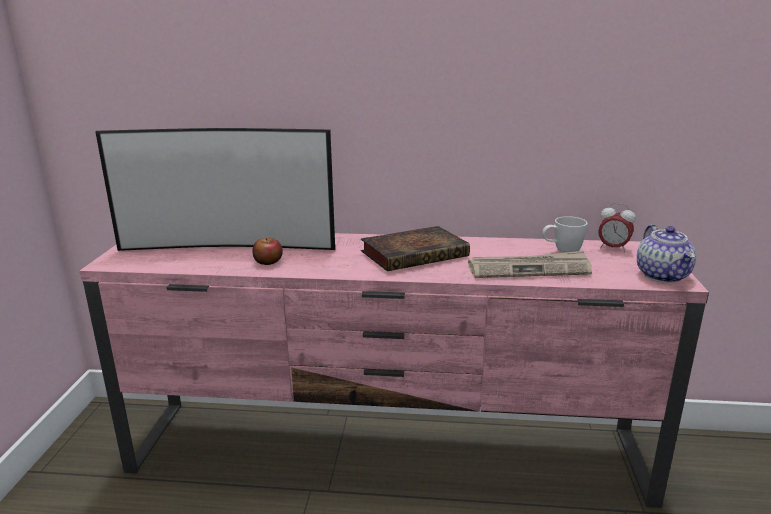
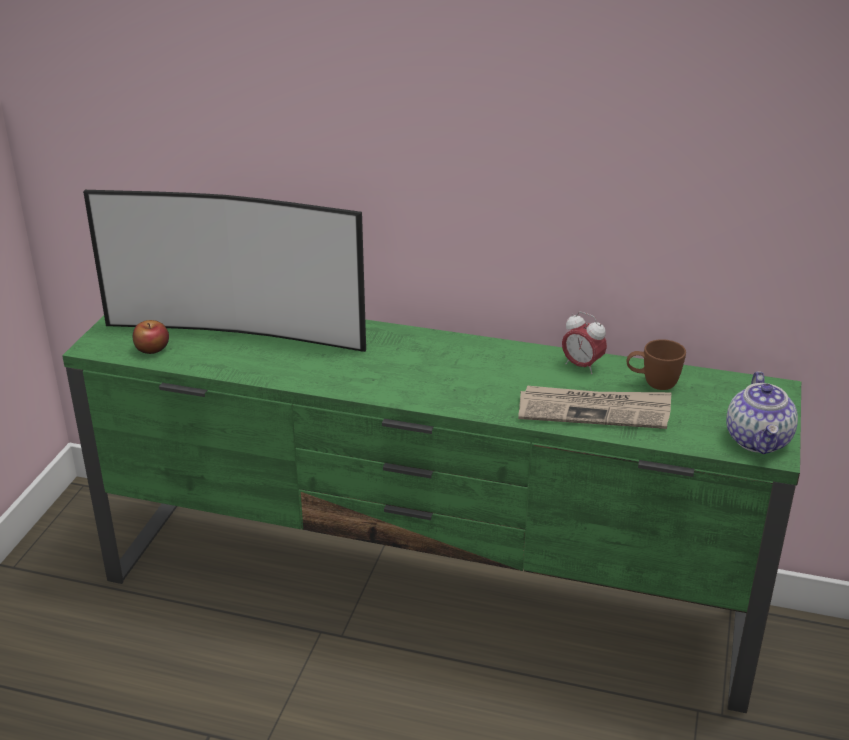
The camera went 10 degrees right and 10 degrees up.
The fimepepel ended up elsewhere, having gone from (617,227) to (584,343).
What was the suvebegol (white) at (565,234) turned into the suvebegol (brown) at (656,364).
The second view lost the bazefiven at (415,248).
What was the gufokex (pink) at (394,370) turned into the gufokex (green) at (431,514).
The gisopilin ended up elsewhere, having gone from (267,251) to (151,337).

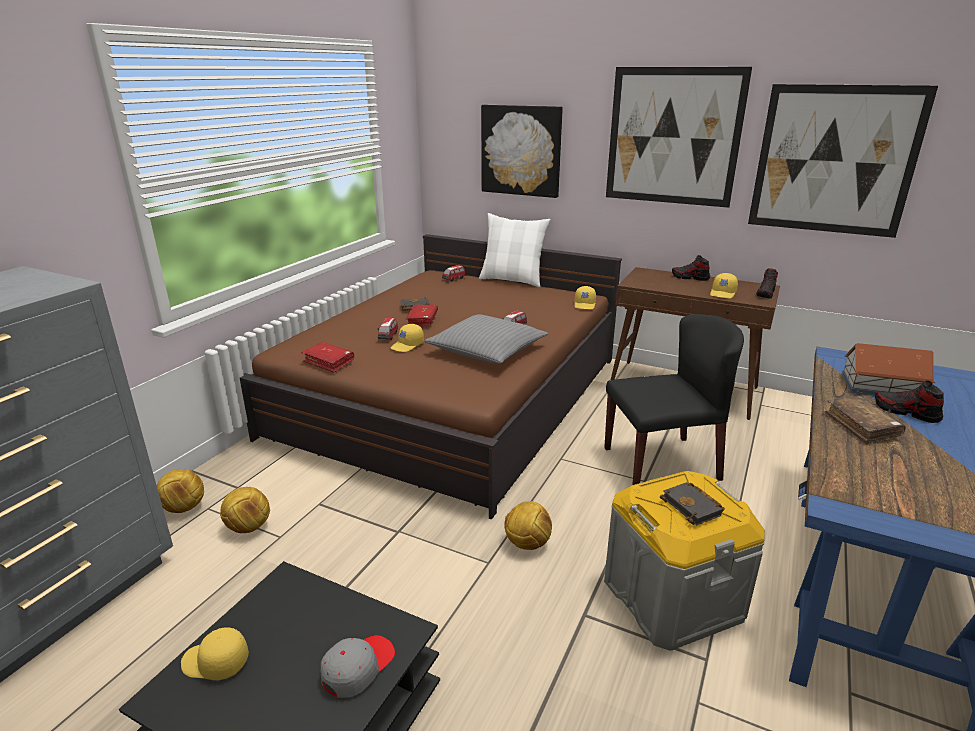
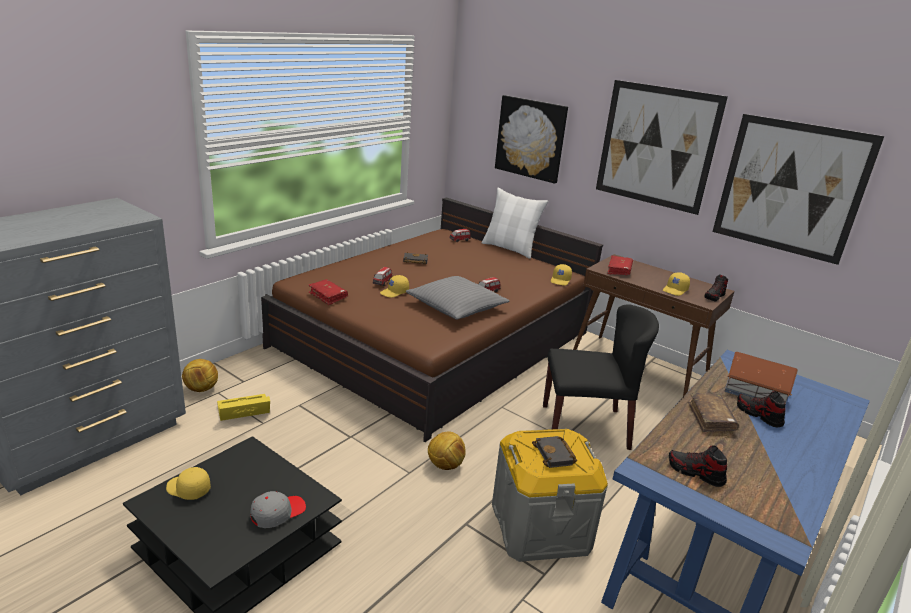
The camera went 10 degrees right and 0 degrees up.
The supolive ended up elsewhere, having gone from (691,268) to (698,466).
The bazefiven (red) ended up elsewhere, having gone from (421,315) to (620,265).
Where the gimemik stood at (245,510), the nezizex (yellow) came to stand at (243,407).

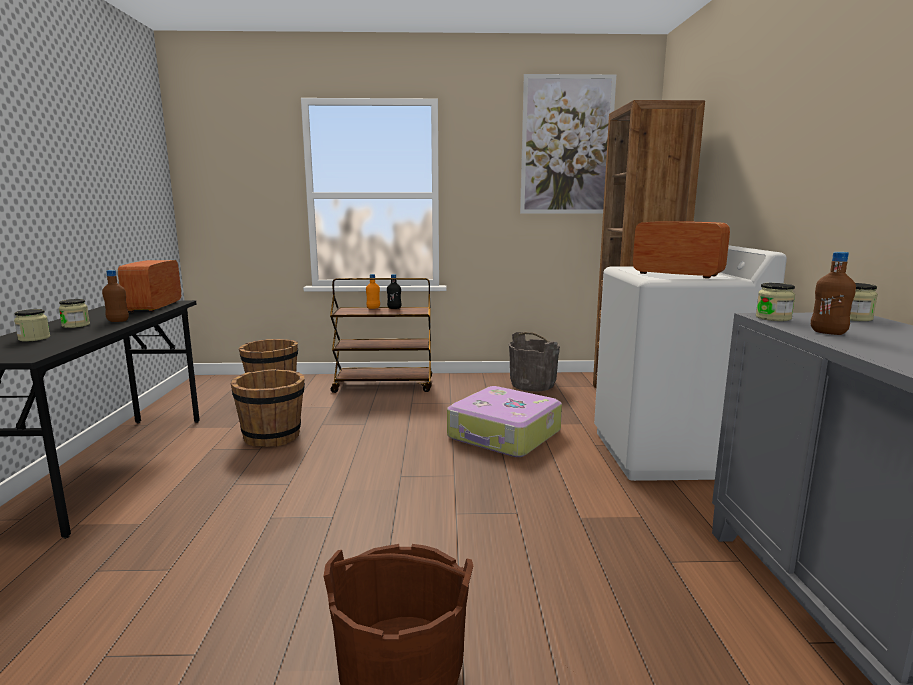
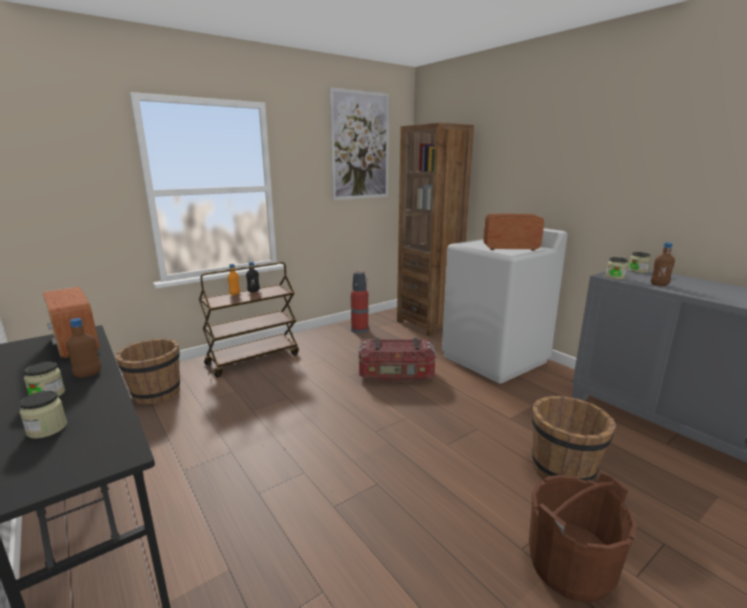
The camera went 35 degrees left and 5 degrees up.
Where the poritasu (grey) stood at (534,362), the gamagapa came to stand at (360,302).
The poritasu (brown) ended up elsewhere, having gone from (268,408) to (574,438).
Where the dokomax stood at (504,421), the nezizex came to stand at (397,360).

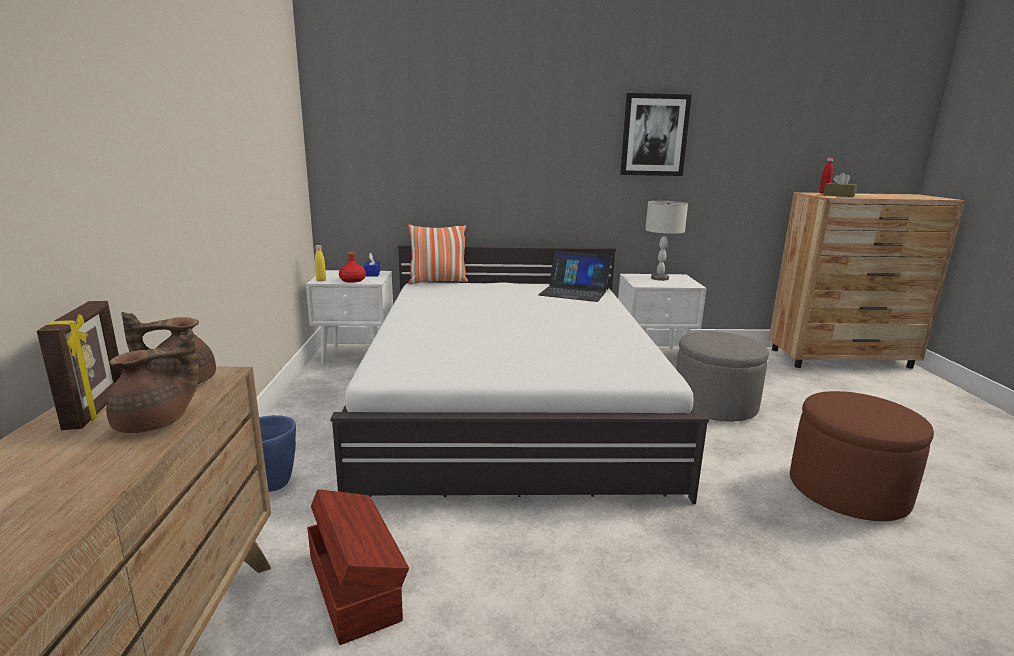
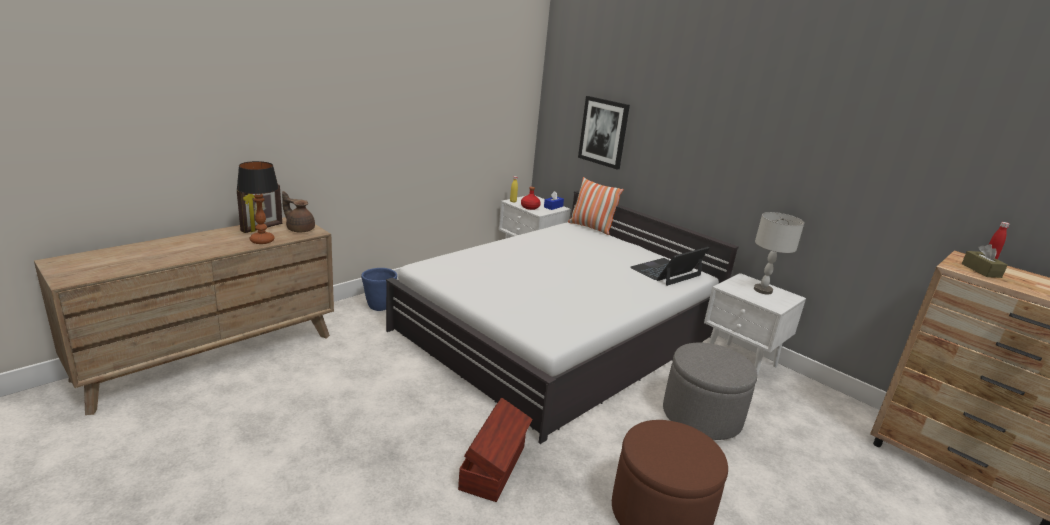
The camera went 45 degrees right and 5 degrees up.
The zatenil ended up elsewhere, having gone from (656,134) to (604,133).
The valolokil at (574,276) ended up facing another way, 75 degrees clockwise from before.
Where the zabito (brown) stood at (152,381), the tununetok came to stand at (258,202).
The nezizex (brown) ended up elsewhere, having gone from (358,567) to (495,450).

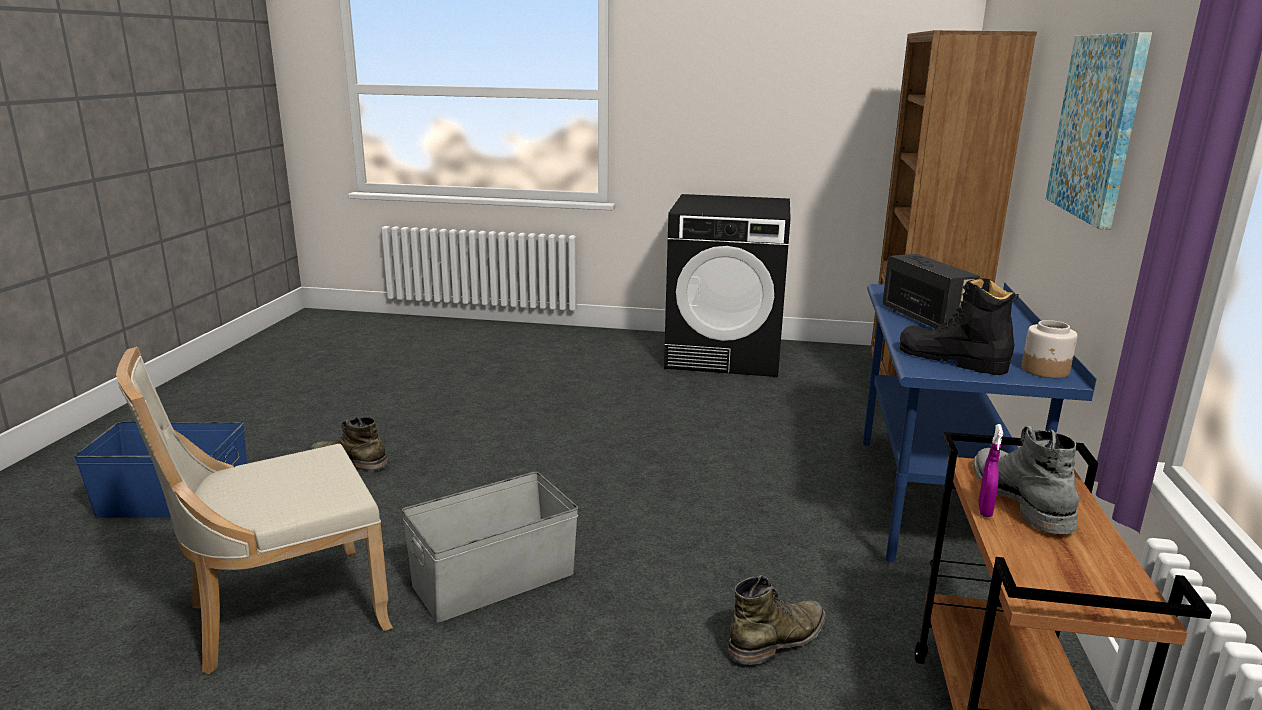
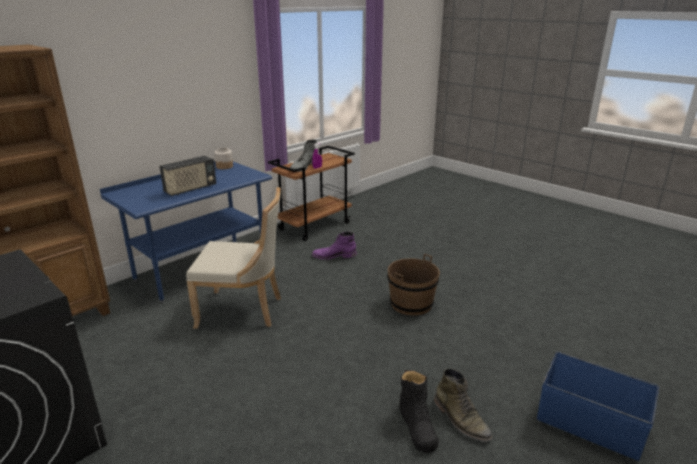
The camera went 145 degrees left and 5 degrees up.
The second view lost the zatenil at (1099,131).
The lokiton at (931,292) ended up facing another way, 150 degrees counterclockwise from before.
The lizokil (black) ended up elsewhere, having gone from (959,326) to (419,411).
The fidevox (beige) ended up elsewhere, having gone from (254,510) to (233,258).
Where the nezizex (grey) stood at (490,547), the poritasu (brown) came to stand at (413,285).
What was the lizokil (green) at (777,620) turned into the lizokil (purple) at (334,246).

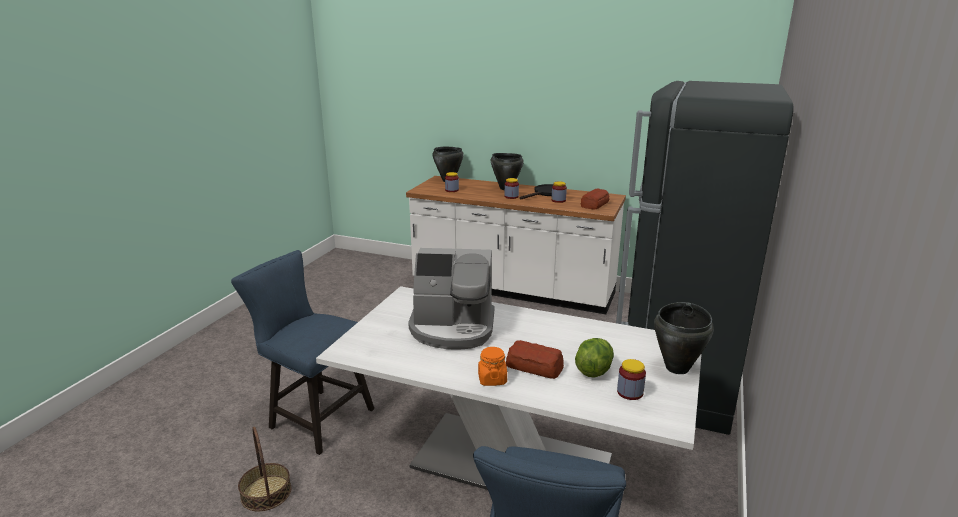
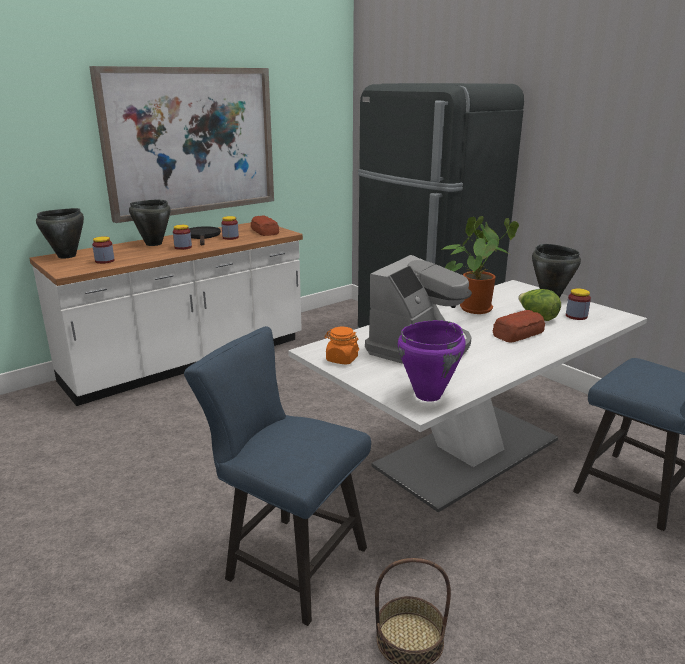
The camera went 60 degrees left and 0 degrees up.
The fidevox (blue) at (302,352) ended up facing another way, 60 degrees clockwise from before.
The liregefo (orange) ended up elsewhere, having gone from (492,366) to (342,345).
The second view gained the zatenil at (181,144).
The second view gained the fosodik at (481,265).
The second view gained the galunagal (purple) at (431,361).

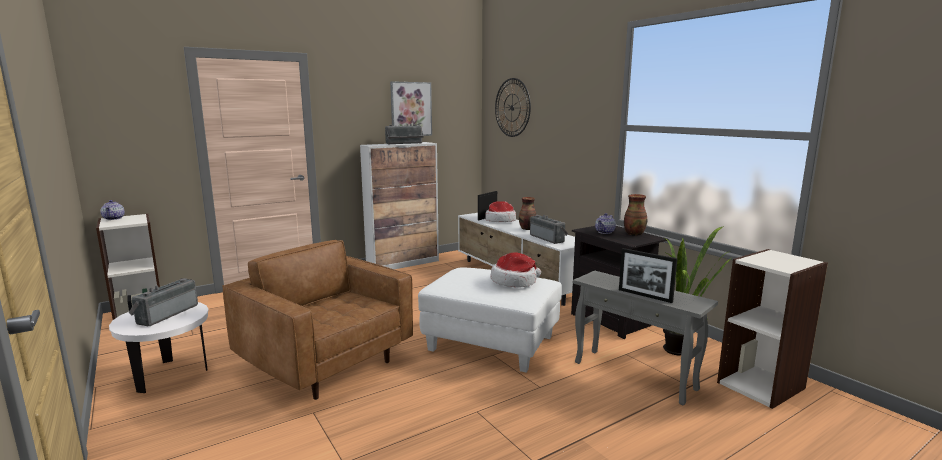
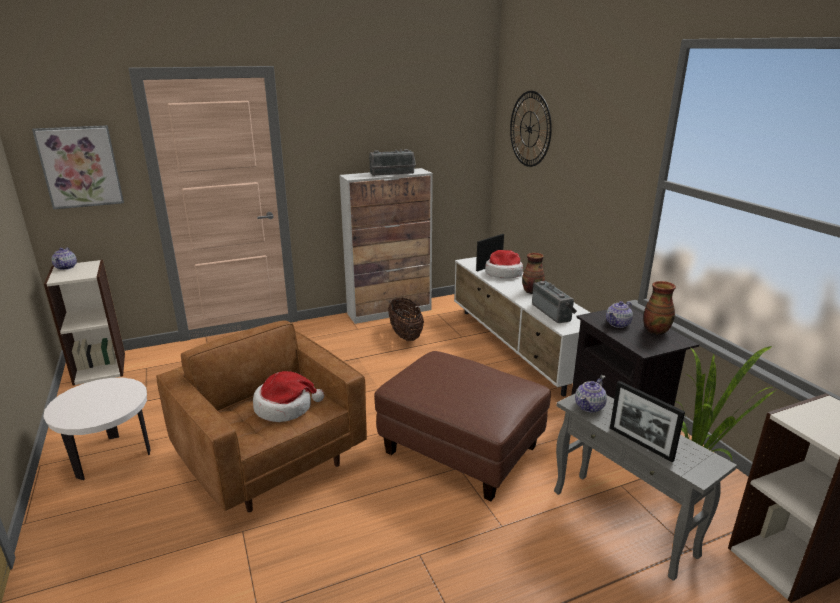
The camera went 10 degrees right and 10 degrees up.
The zatenil ended up elsewhere, having gone from (411,108) to (78,167).
The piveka ended up elsewhere, having gone from (516,270) to (288,396).
What was the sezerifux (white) at (490,320) turned into the sezerifux (brown) at (462,426).
The second view lost the lokiton at (163,302).
The second view gained the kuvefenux at (406,319).
The second view gained the zabito at (591,395).

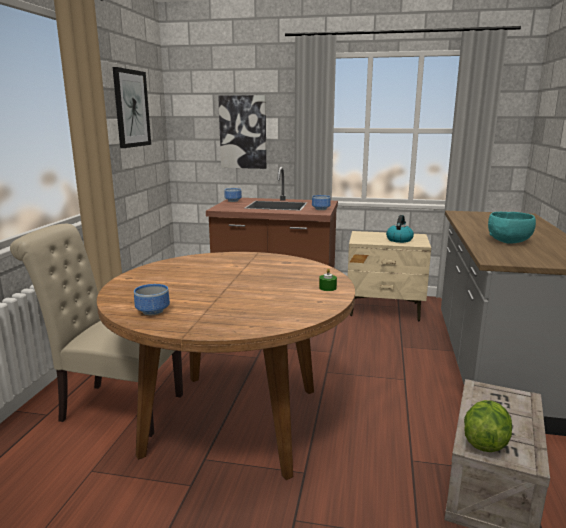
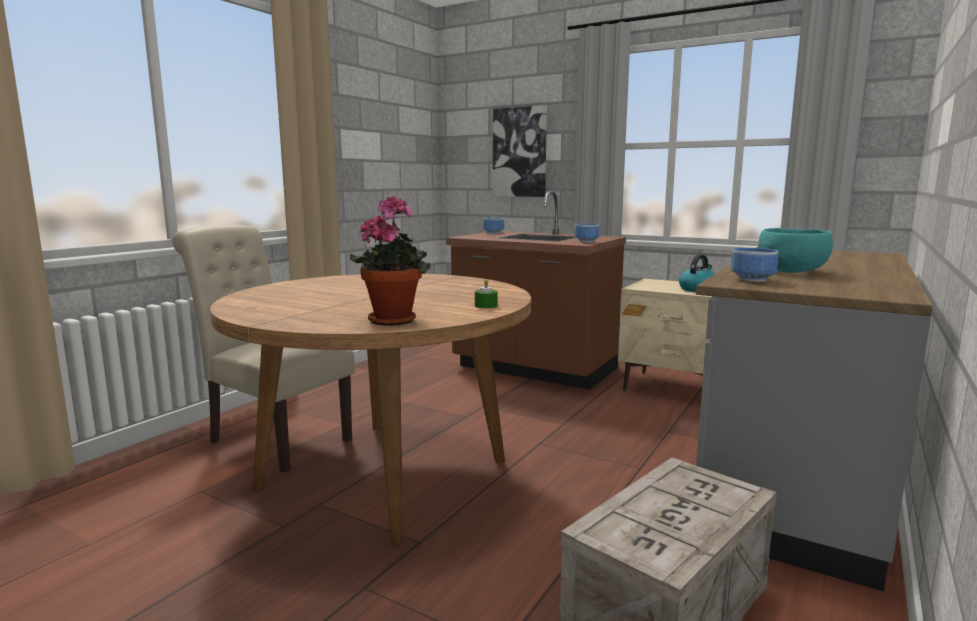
The camera went 20 degrees right and 5 degrees down.
The second view lost the zatenil at (132,107).
The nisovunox ended up elsewhere, having gone from (152,299) to (755,265).
The second view lost the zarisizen at (488,426).
The second view gained the fosodik at (390,261).

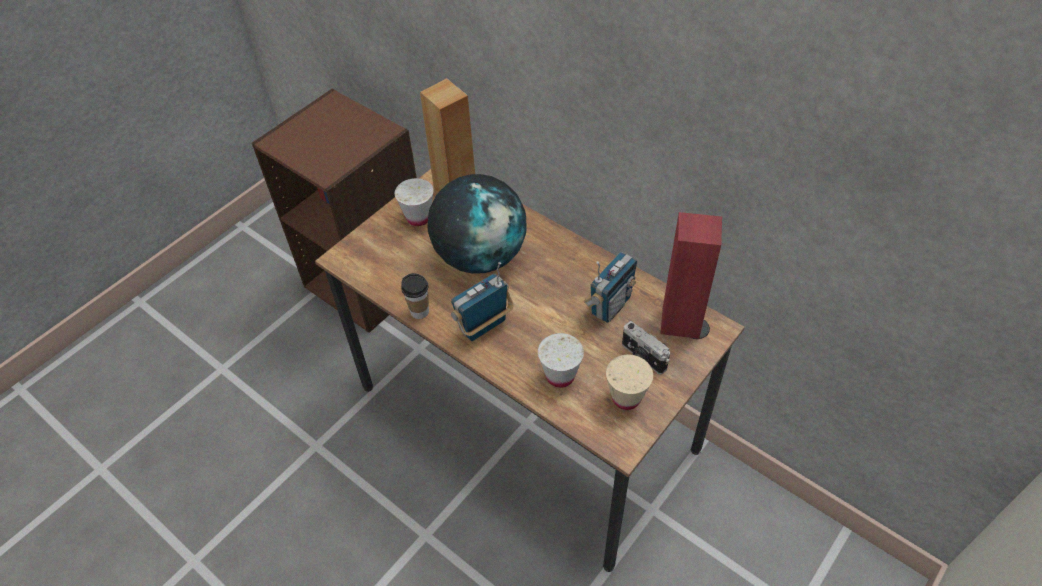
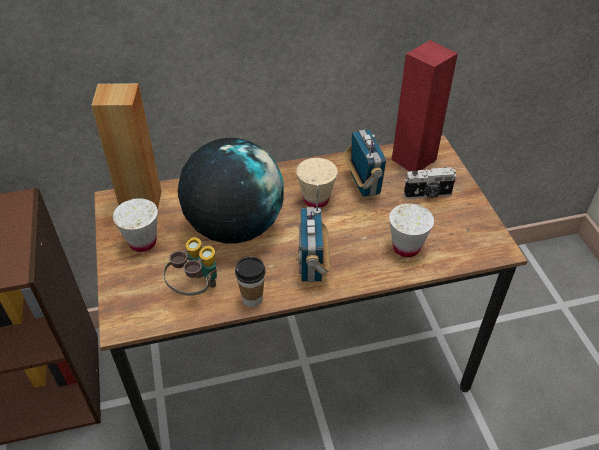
The camera went 55 degrees left and 5 degrees down.
The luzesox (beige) ended up elsewhere, having gone from (629,382) to (317,182).
The second view gained the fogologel at (190,266).

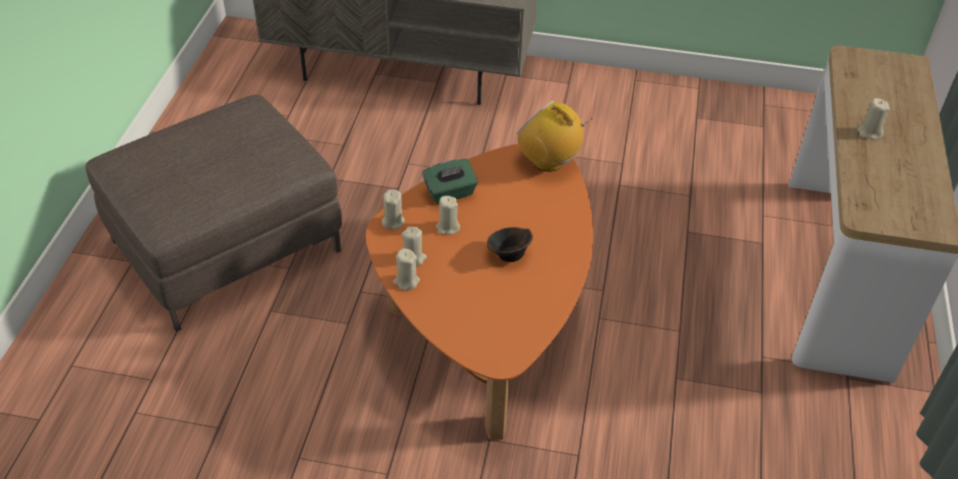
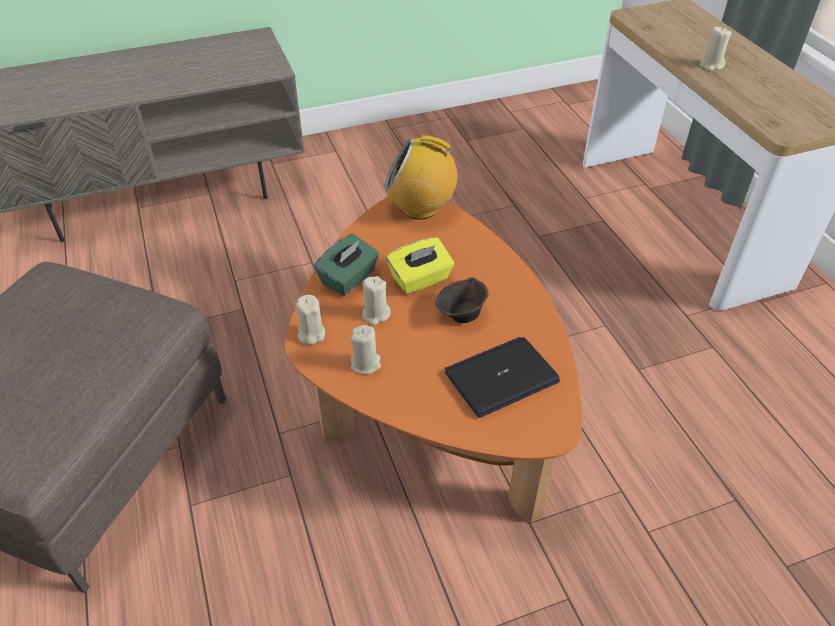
The camera went 30 degrees left and 0 degrees up.
The second view lost the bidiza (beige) at (406,269).
The second view gained the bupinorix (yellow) at (420,266).
The second view gained the valolokil at (502,377).

